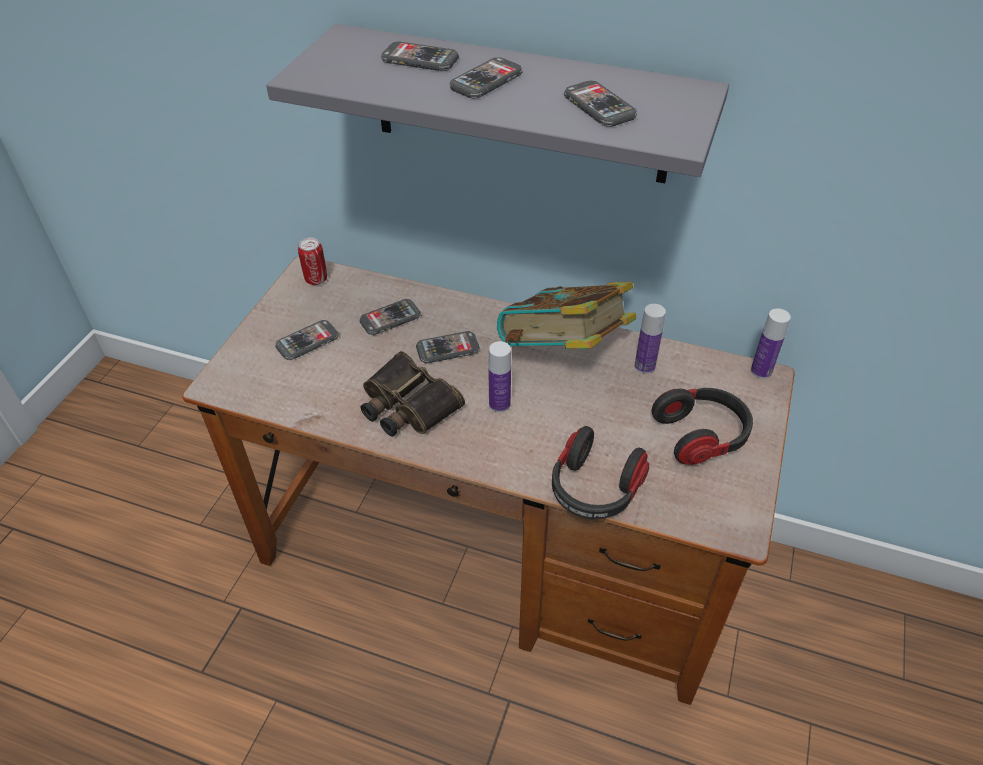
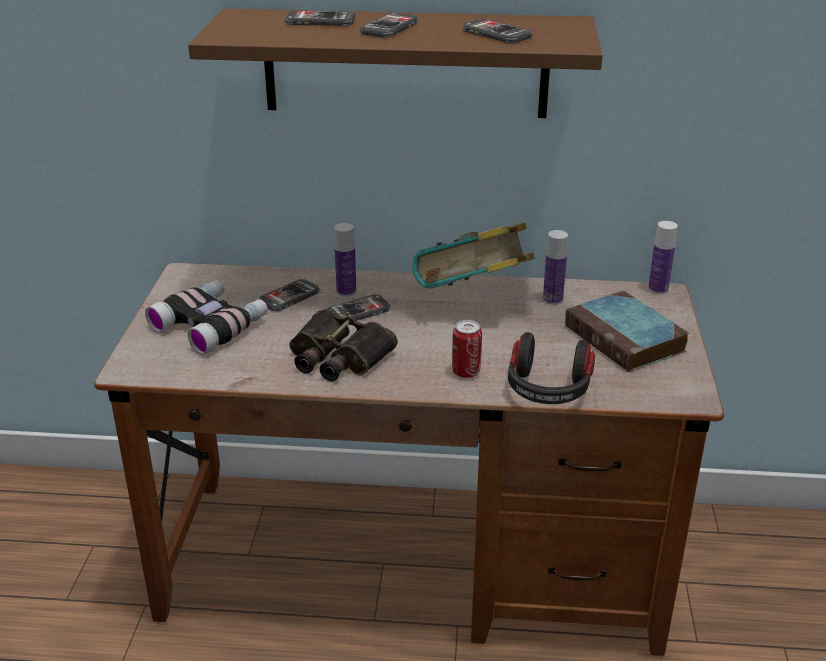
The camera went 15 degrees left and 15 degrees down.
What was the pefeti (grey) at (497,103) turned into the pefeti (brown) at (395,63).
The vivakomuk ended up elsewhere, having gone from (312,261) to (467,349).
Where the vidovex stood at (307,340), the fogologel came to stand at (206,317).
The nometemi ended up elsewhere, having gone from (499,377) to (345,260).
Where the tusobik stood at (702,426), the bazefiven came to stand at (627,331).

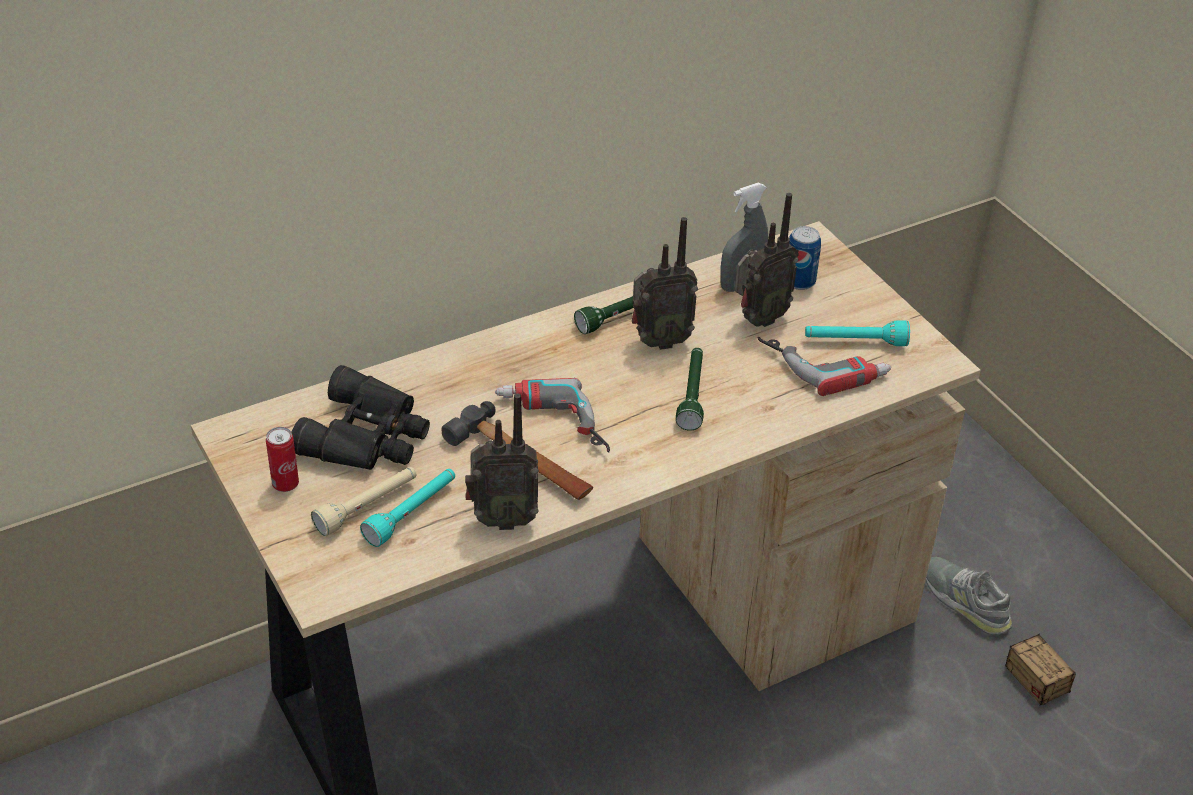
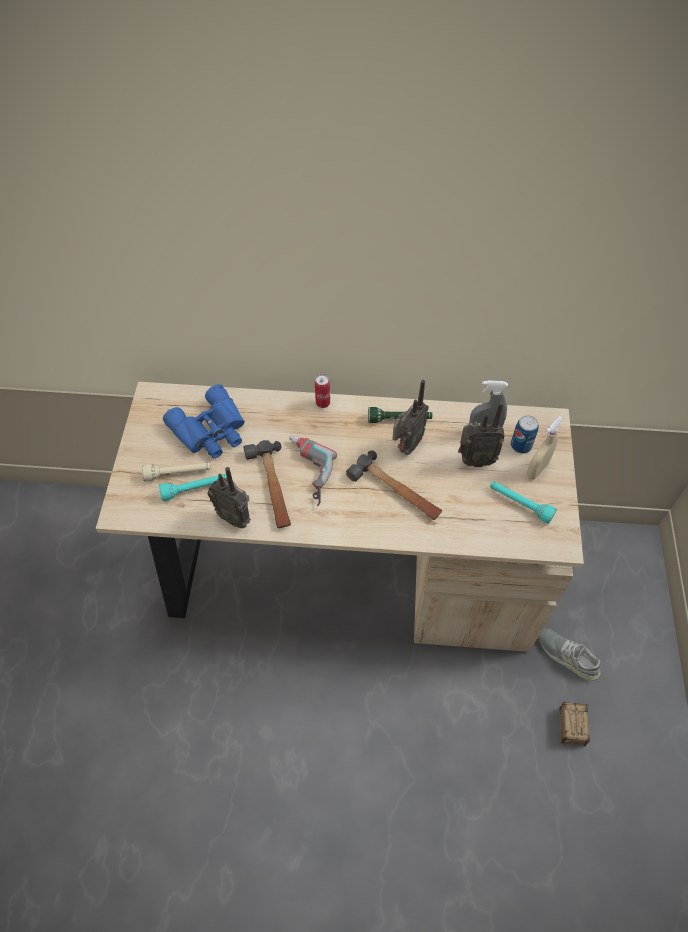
The camera went 35 degrees right and 15 degrees up.
The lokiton at (665,283) ended up facing another way, 75 degrees counterclockwise from before.
The second view lost the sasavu at (824,366).
Where the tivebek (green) stood at (690,389), the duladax came to stand at (394,485).
What was the fogologel (black) at (360,417) turned into the fogologel (blue) at (204,421).
The vivakomuk ended up elsewhere, having gone from (282,459) to (322,391).
The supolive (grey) at (969,596) ended up facing another way, 45 degrees counterclockwise from before.
The second view gained the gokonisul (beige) at (545,447).

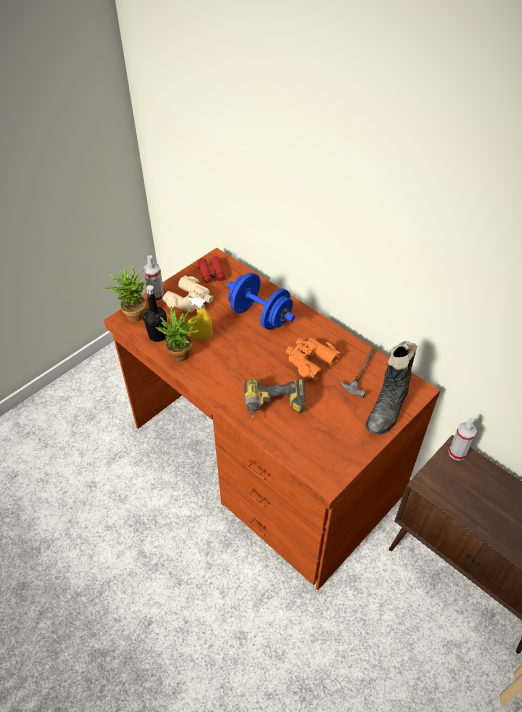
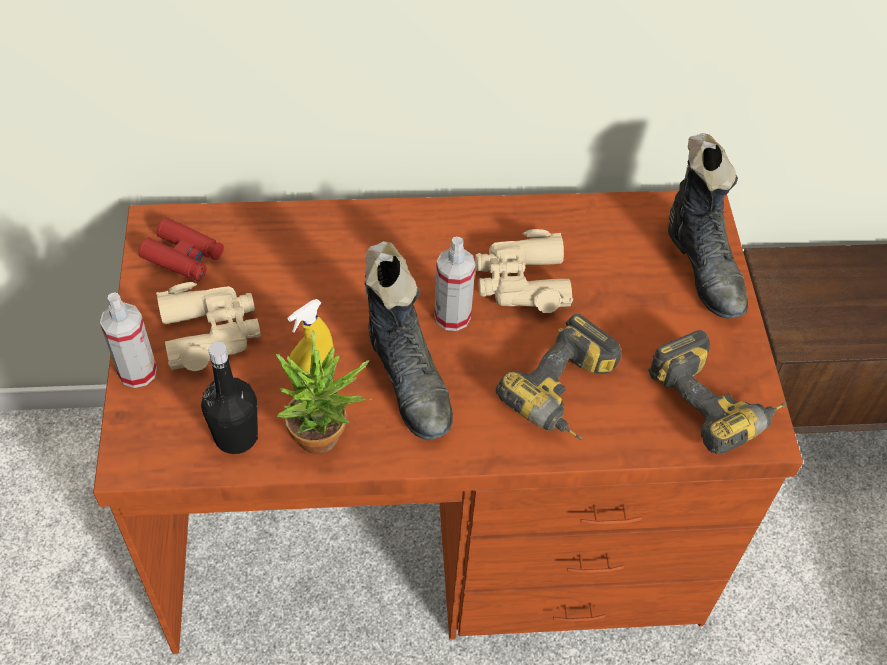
The camera went 50 degrees left and 5 degrees up.
The second view lost the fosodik at (125,293).
The second view lost the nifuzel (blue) at (261,301).
What was the fogologel (orange) at (313,359) turned into the fogologel (beige) at (524,271).
The second view lost the duladax at (359,372).
The gokonisul ended up elsewhere, having gone from (463,439) to (454,284).
The second view gained the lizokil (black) at (408,340).
The second view gained the sasavu at (717,392).

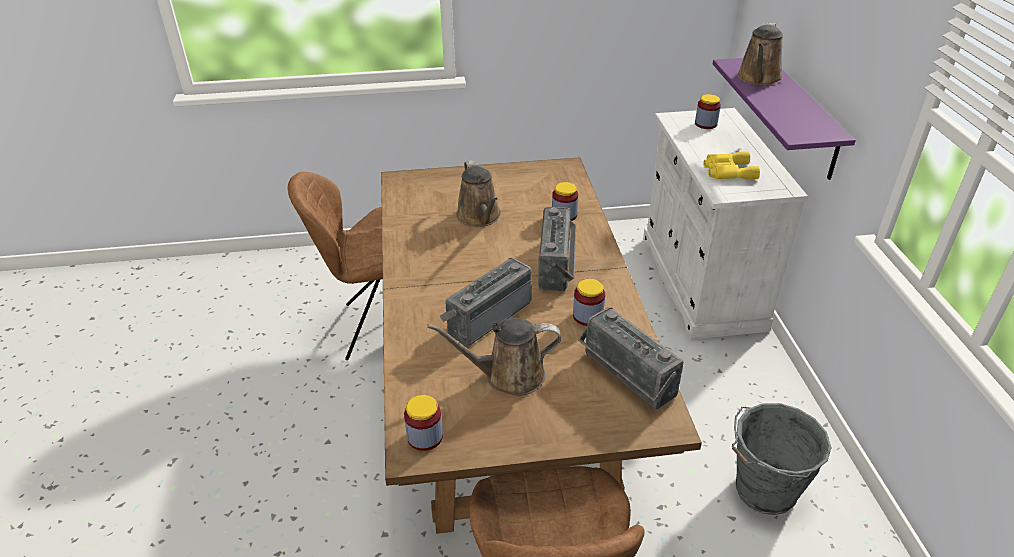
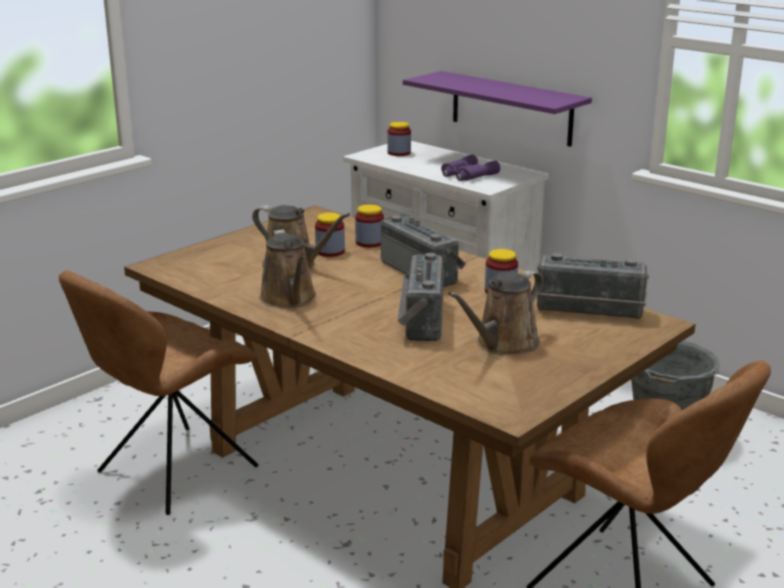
The camera went 40 degrees left and 15 degrees down.
The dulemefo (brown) ended up elsewhere, having gone from (760,54) to (287,268).
What was the fogologel (yellow) at (731,165) turned into the fogologel (purple) at (470,168).
The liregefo ended up elsewhere, having gone from (423,423) to (330,235).

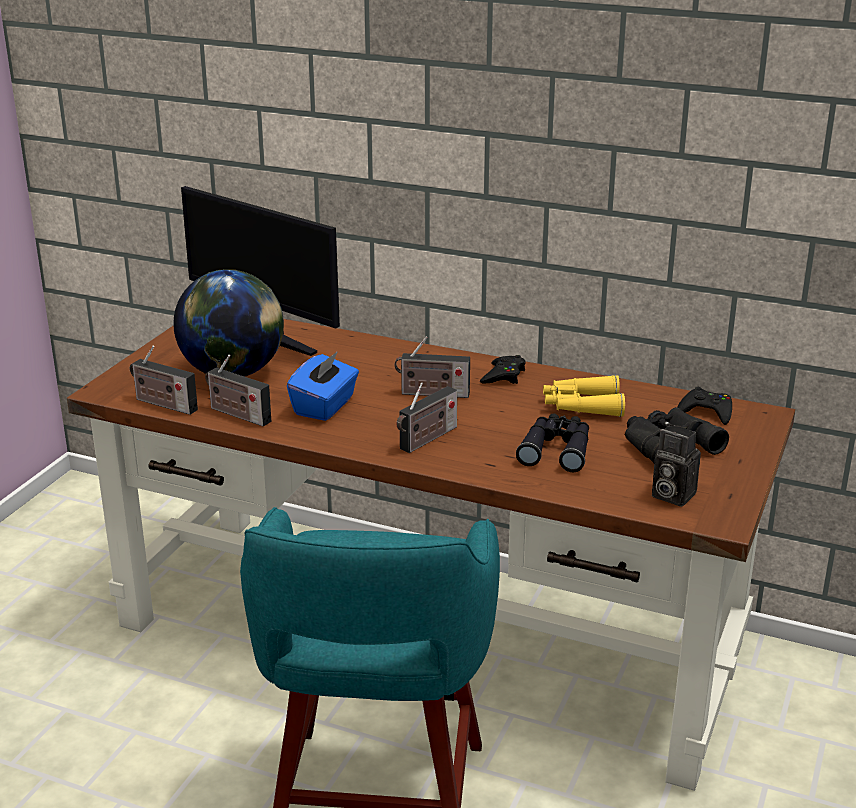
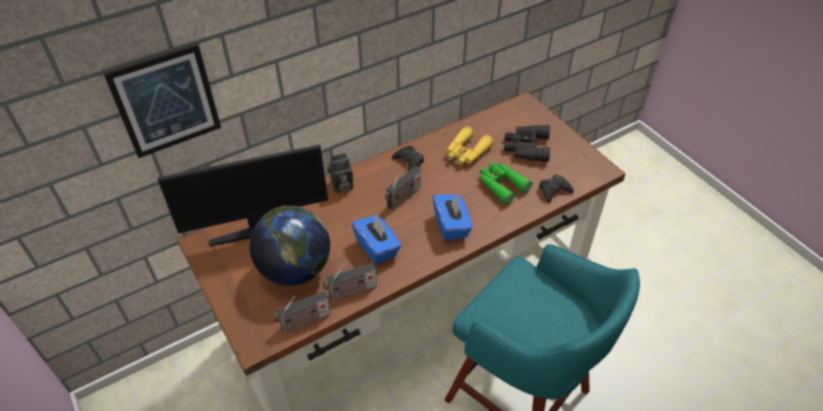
The camera went 55 degrees left and 20 degrees up.
Where the lokiton stood at (427,417), the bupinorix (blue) came to stand at (452,217).
The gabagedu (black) ended up elsewhere, having gone from (704,406) to (556,189).
What was the fogologel (black) at (552,442) turned into the fogologel (green) at (506,183).
The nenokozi ended up elsewhere, having gone from (676,465) to (339,173).
The second view gained the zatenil at (162,101).

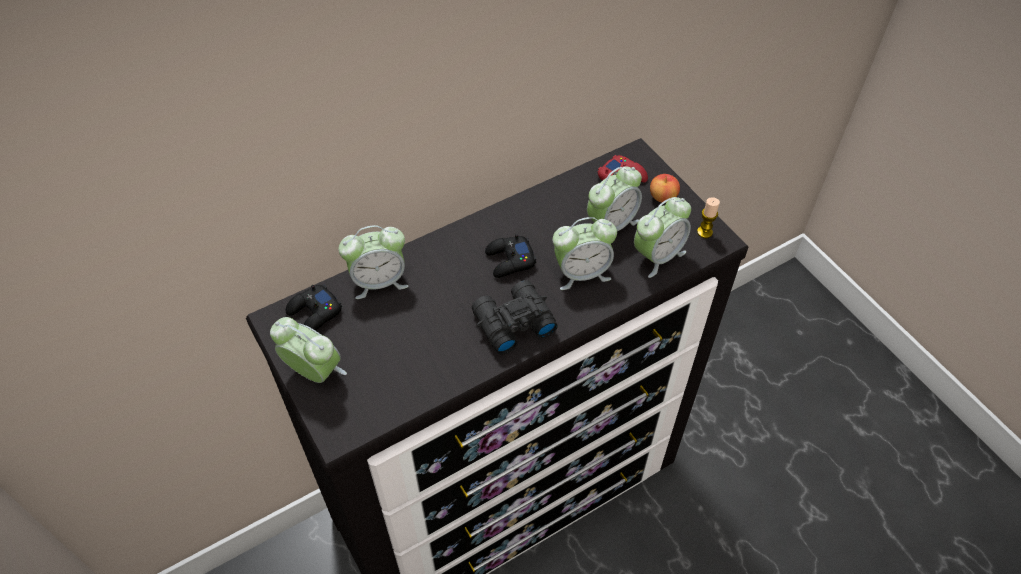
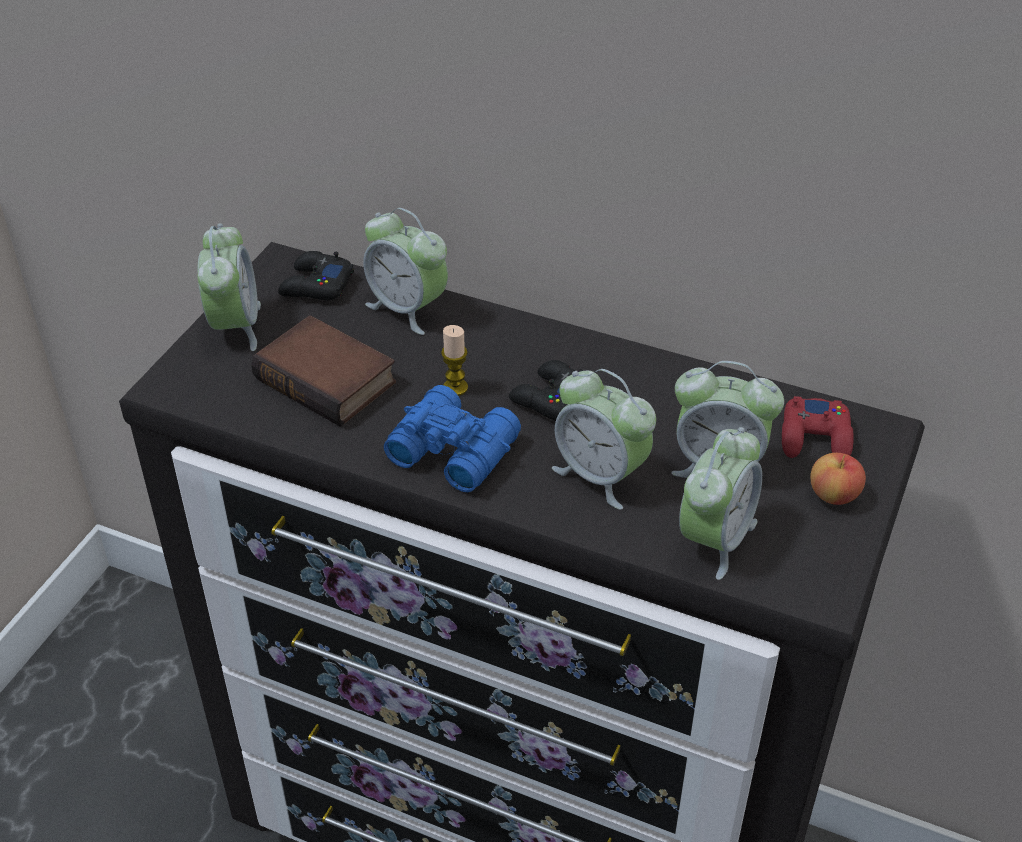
The camera went 55 degrees right and 10 degrees down.
The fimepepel at (662,237) ended up facing another way, 75 degrees counterclockwise from before.
The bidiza ended up elsewhere, having gone from (708,217) to (454,360).
What was the fogologel (black) at (515,317) turned into the fogologel (blue) at (452,438).
The second view gained the bazefiven at (323,371).

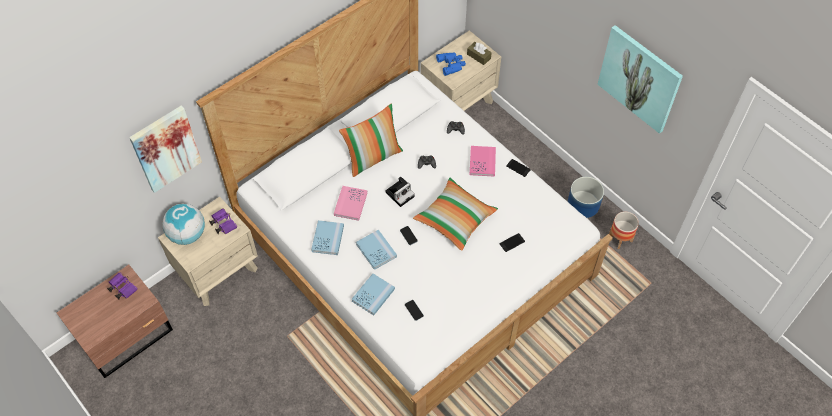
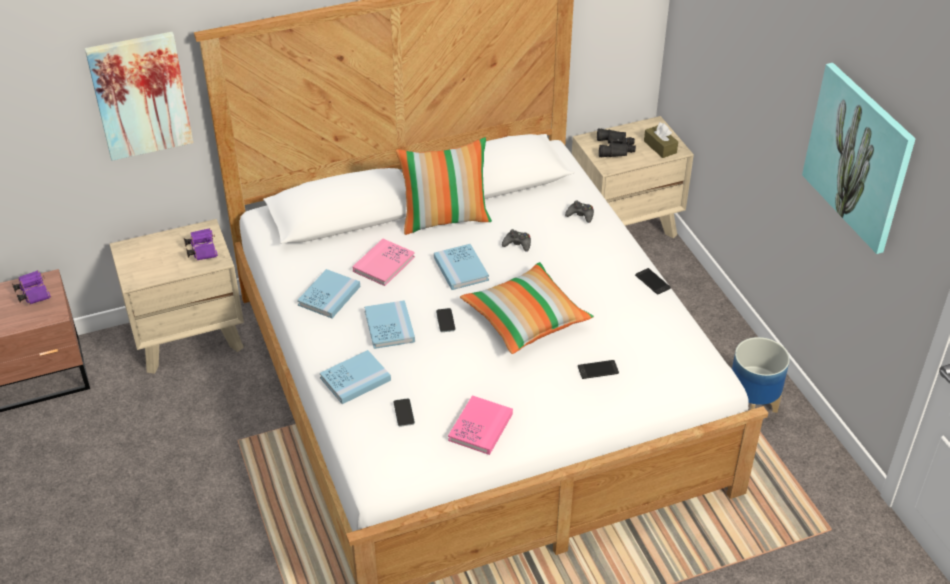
The camera went 20 degrees right and 15 degrees down.
What was the fogologel (blue) at (451,64) turned into the fogologel (black) at (616,143).
The bazefiven (pink) ended up elsewhere, having gone from (483,161) to (480,425).
Where the nenokozi stood at (400,192), the bazefiven (blue) came to stand at (461,267).
The second view lost the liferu at (183,224).
The second view lost the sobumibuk at (624,230).

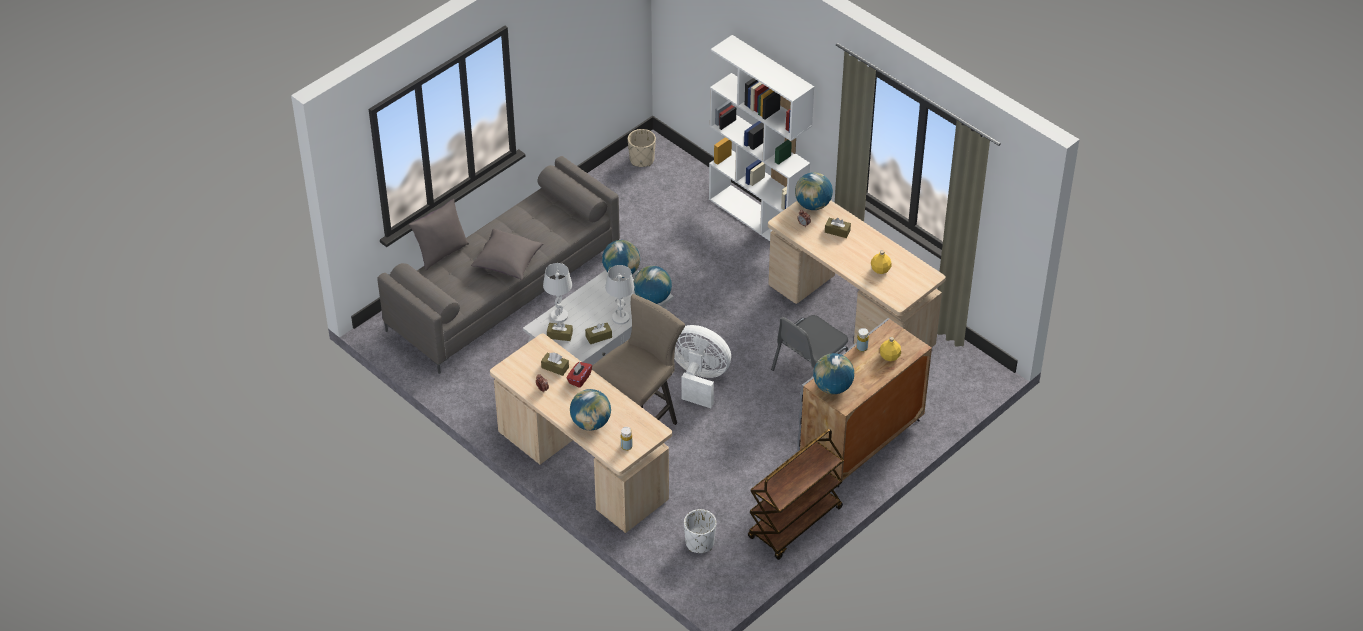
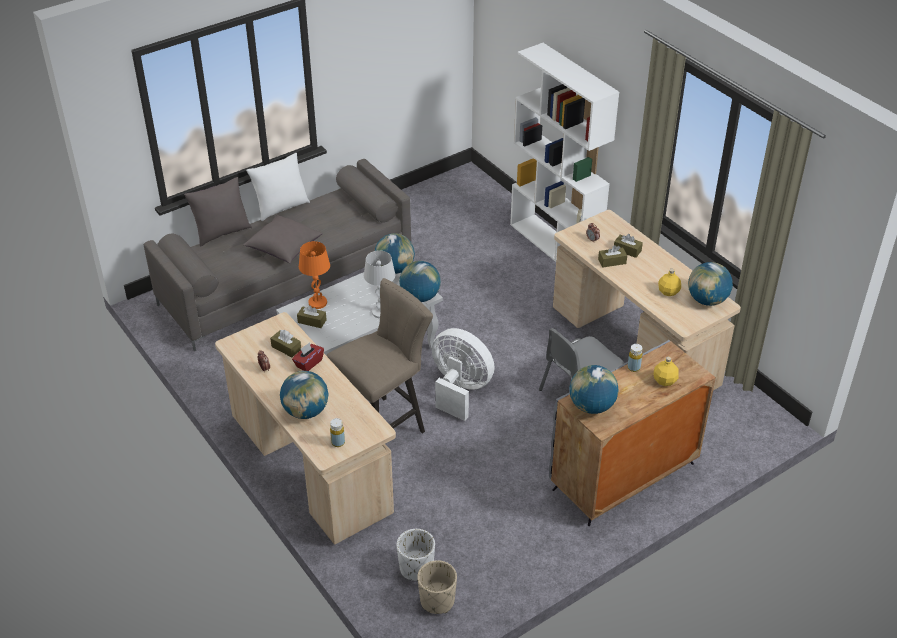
The camera went 10 degrees right and 5 degrees down.
The sobumibuk (beige) ended up elsewhere, having gone from (642,148) to (437,587).
The liferu ended up elsewhere, having gone from (814,191) to (710,284).
What was the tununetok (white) at (557,292) turned into the tununetok (orange) at (314,275).
The bupinorix (brown) ended up elsewhere, having gone from (598,333) to (612,256).
The second view lost the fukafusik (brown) at (796,494).
The second view gained the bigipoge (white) at (278,187).

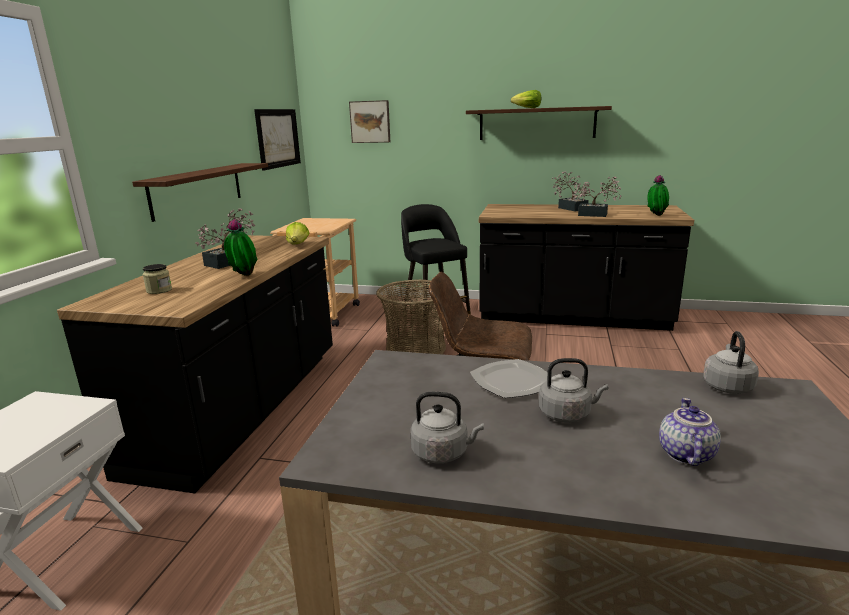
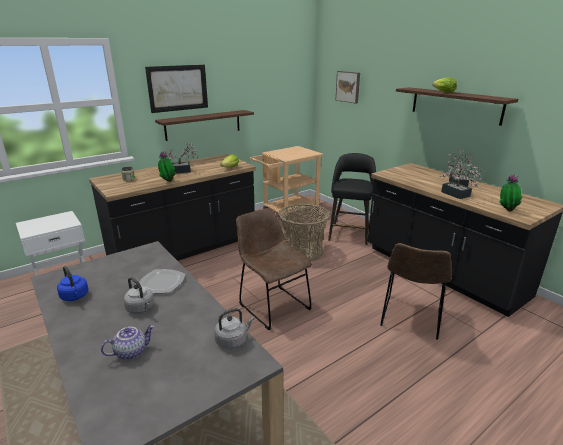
The camera went 40 degrees right and 5 degrees up.
The zatenil ended up elsewhere, having gone from (277,139) to (176,89).
What was the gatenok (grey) at (447,428) turned into the gatenok (blue) at (72,283).
The second view gained the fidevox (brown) at (416,291).

